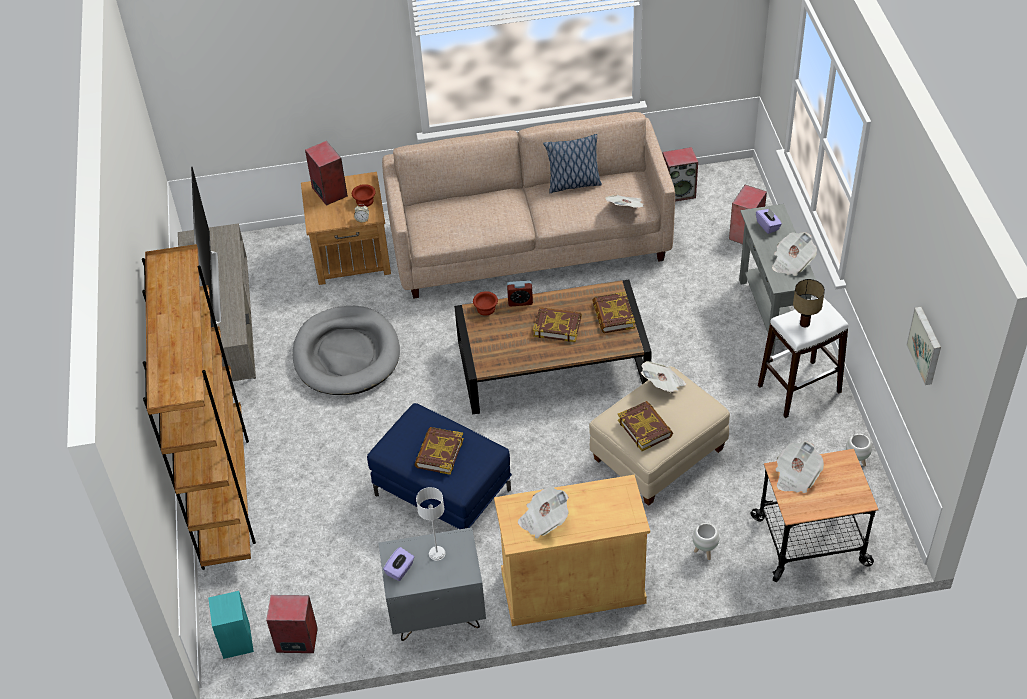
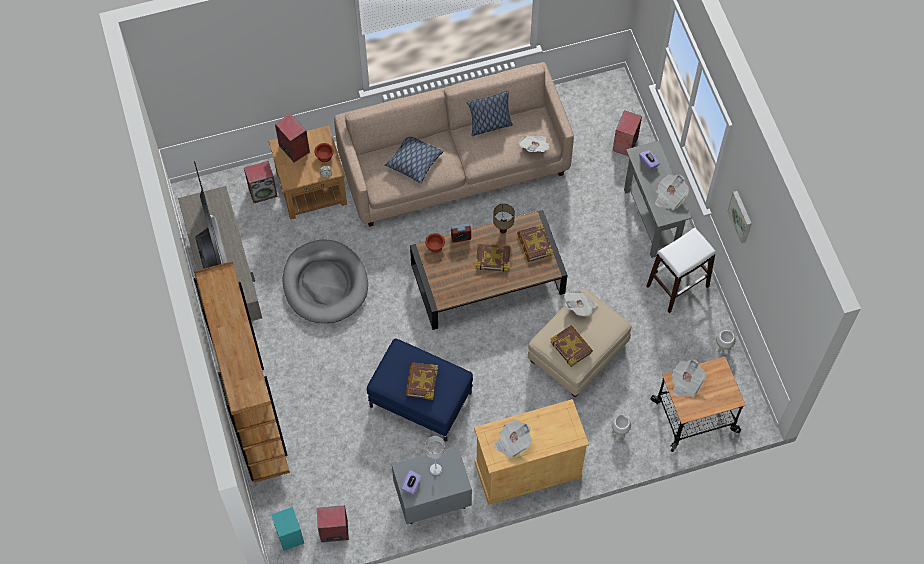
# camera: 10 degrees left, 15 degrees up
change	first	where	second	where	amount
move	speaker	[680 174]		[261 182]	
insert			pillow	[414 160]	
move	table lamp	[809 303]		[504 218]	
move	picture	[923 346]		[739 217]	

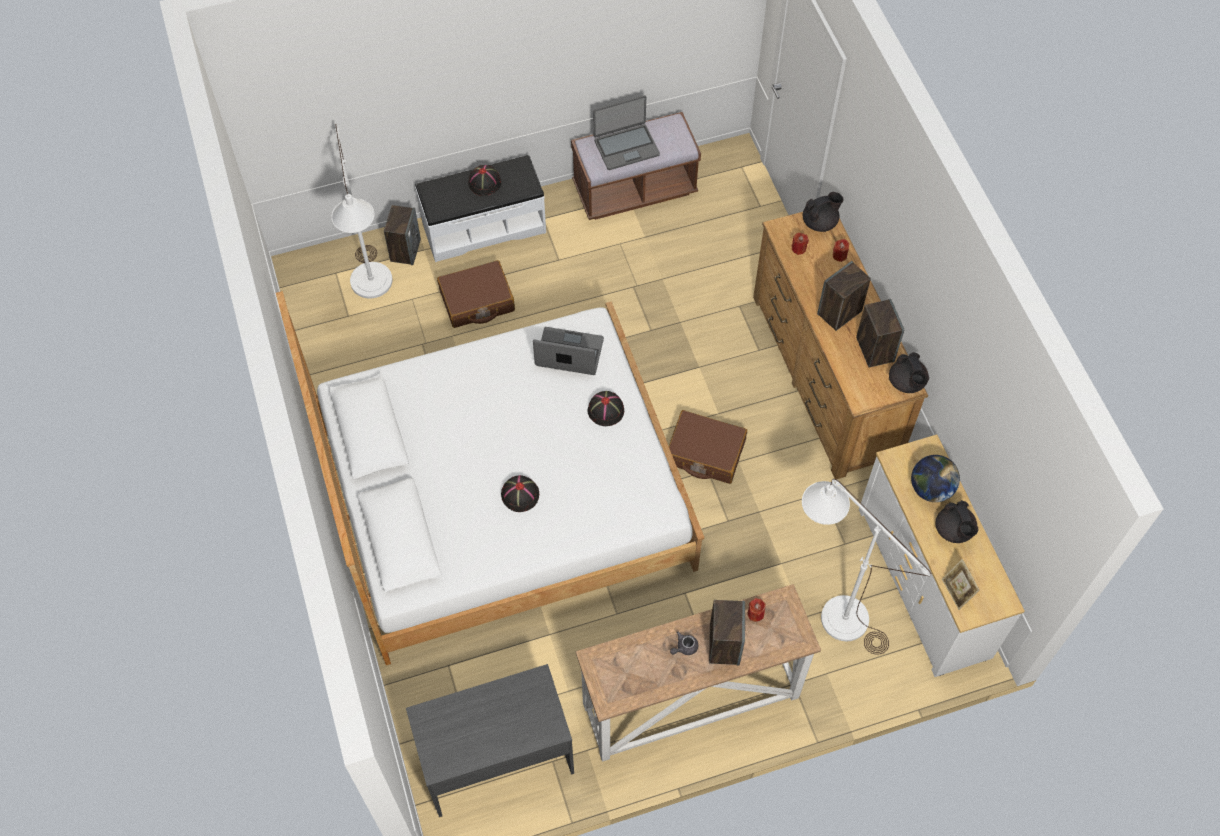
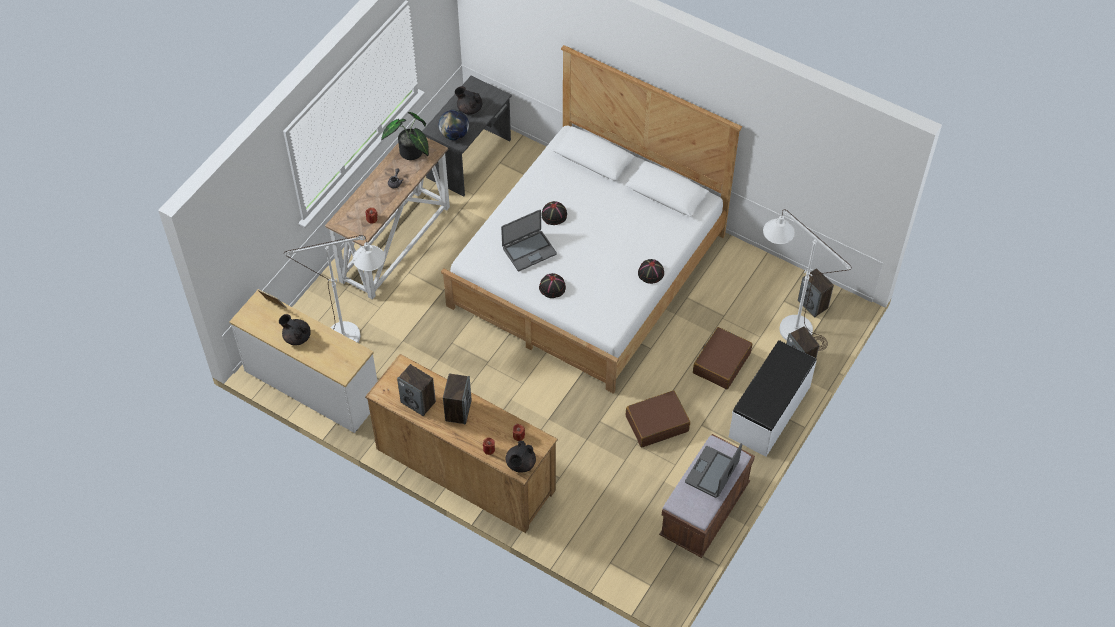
# camera: 140 degrees right, 5 degrees down
change	first	where	second	where	amount
insert			plant in a pot	[405 136]	
move	world globe	[935 478]		[454 125]	
move	black teapot	[909 372]		[468 100]	
move	laptop	[568 351]		[529 240]	
move	brown-coloured suitcase	[708 447]		[658 418]	
move	black wearable hat	[484 180]		[651 271]	
move	speaker	[727 632]		[816 292]	

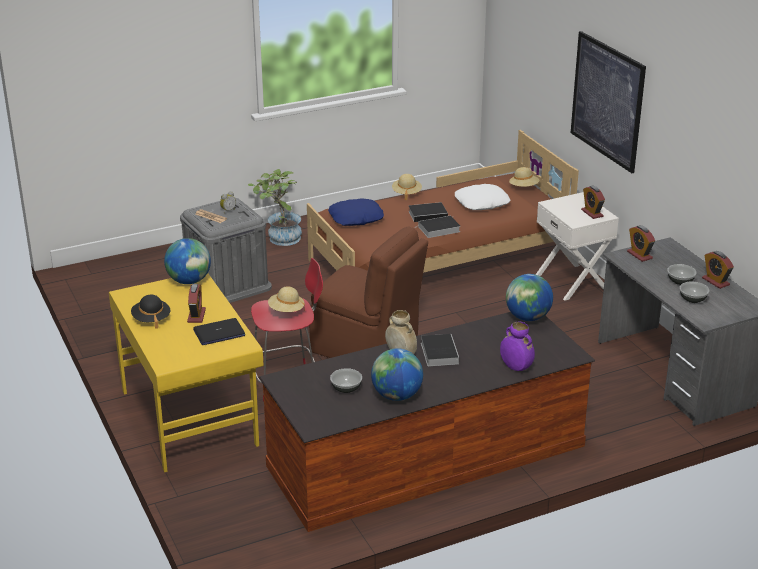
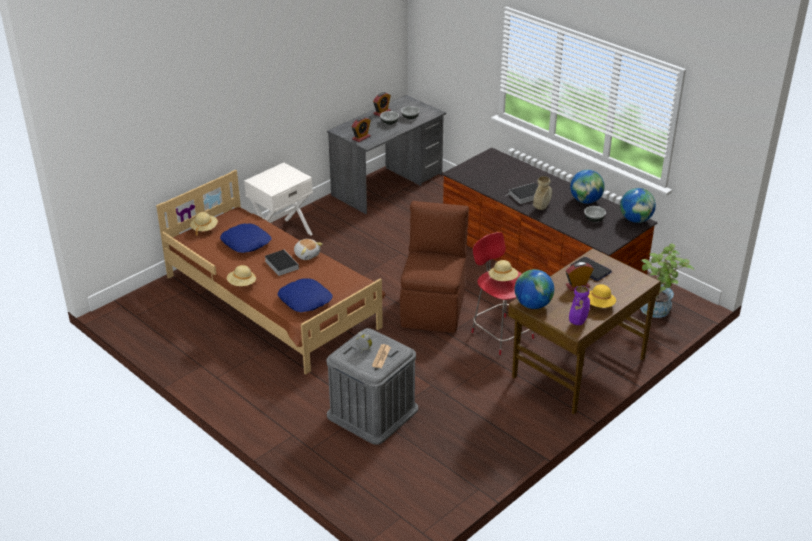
# camera: 110 degrees left, 5 degrees up
change	first	where	second	where	amount
recolor	white pillow	[482 197]	blue-coloured pillow	[245 238]	
replace	bound book	[437 227]	cuddly toy	[308 249]	
recolor	yellow-coloured desk	[186 373]	brown-coloured desk	[584 331]	
move	purple-coloured decorative vase	[517 346]		[579 305]	
recolor	black wearable hat	[150 311]	yellow-coloured wearable hat	[602 296]	
move	world globe	[529 297]		[638 205]	
move	plant in a pot	[275 207]		[667 280]	
delete	picture	[608 102]			
delete	table clock	[593 202]			

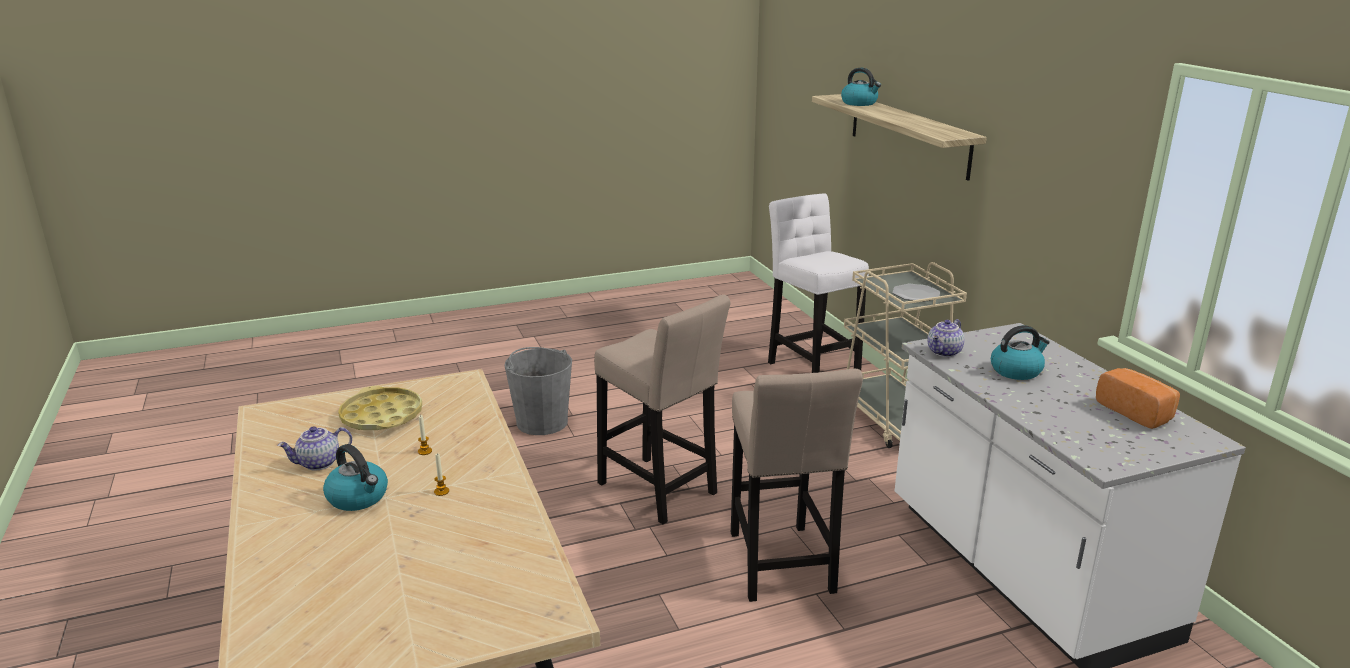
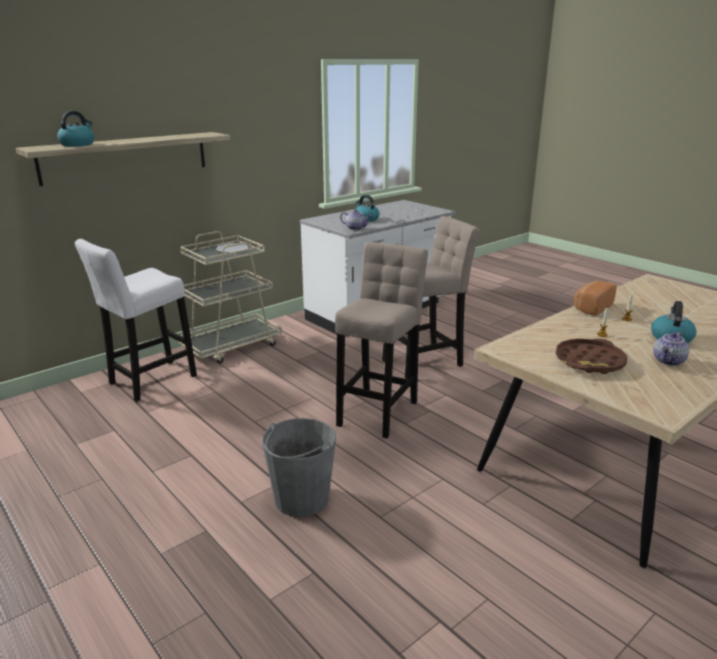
# camera: 110 degrees left, 0 degrees up
change	first	where	second	where	amount
recolor	yellow-coloured serving tray	[380 408]	brown-coloured serving tray	[591 356]	
move	bakery bread	[1138 398]		[595 298]	
rotate	teapot	[314 448]		[671 349]	90 degrees clockwise

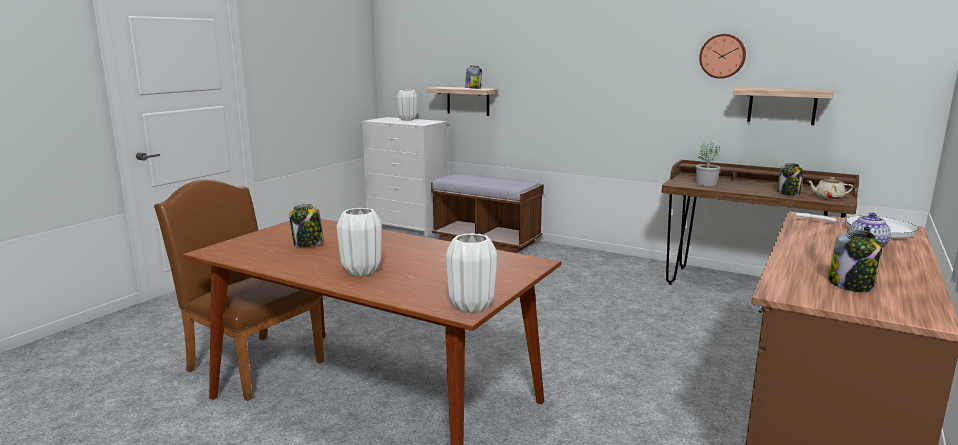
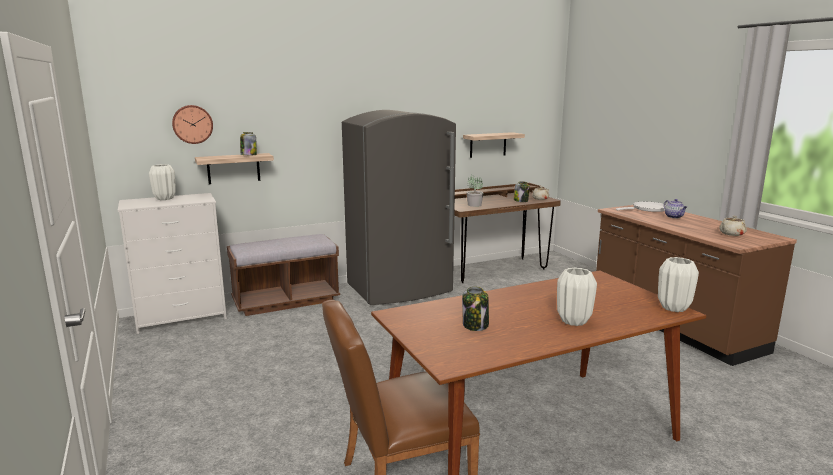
# camera: 55 degrees left, 0 degrees up
change	first	where	second	where	amount
move	wall clock	[722 56]		[192 124]	
insert			greyish kitchen fridge	[399 207]	
replace	jar	[855 261]	beige teapot	[733 226]	

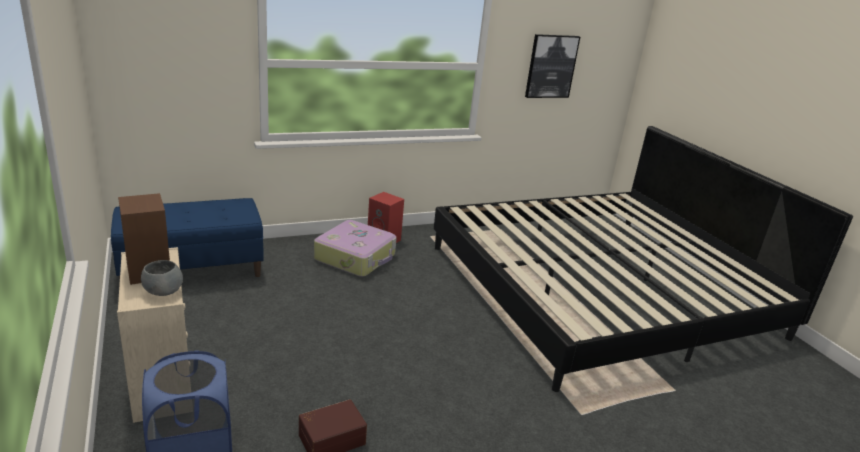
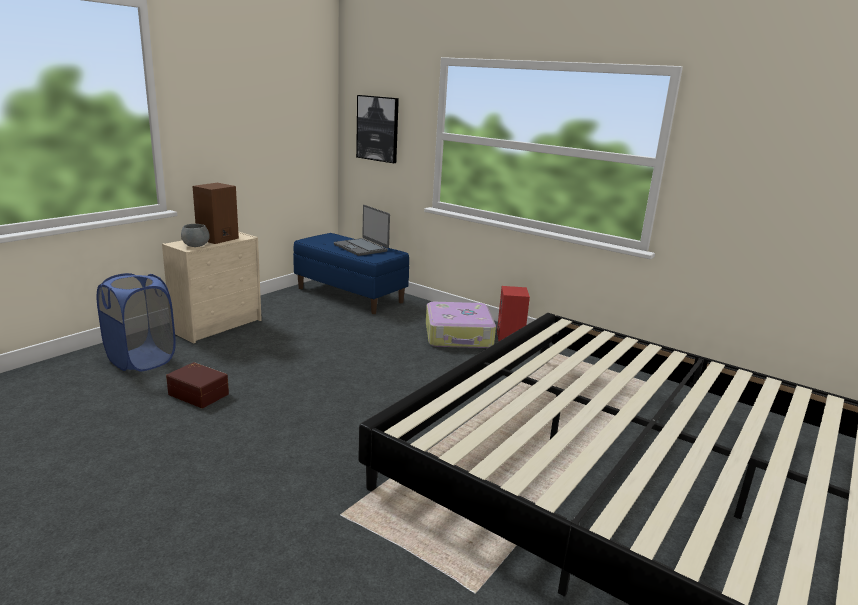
# camera: 60 degrees right, 5 degrees down
change	first	where	second	where	amount
insert			laptop	[362 230]	
move	picture	[552 66]		[377 129]	

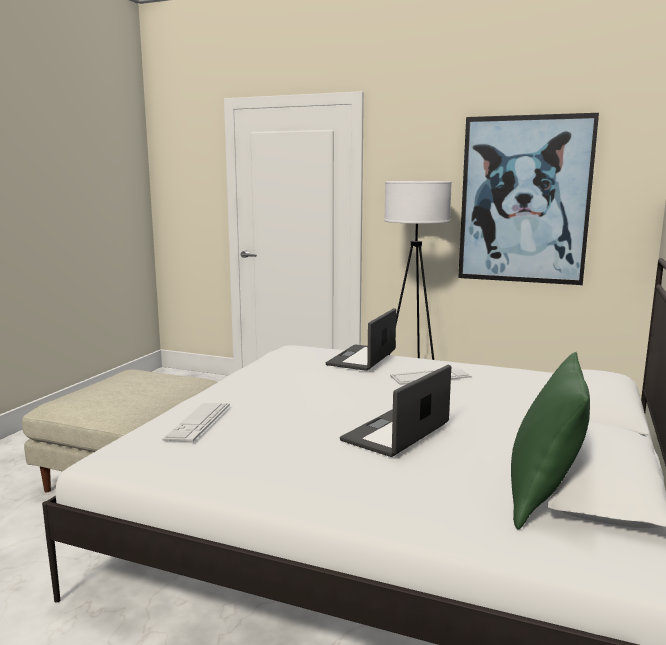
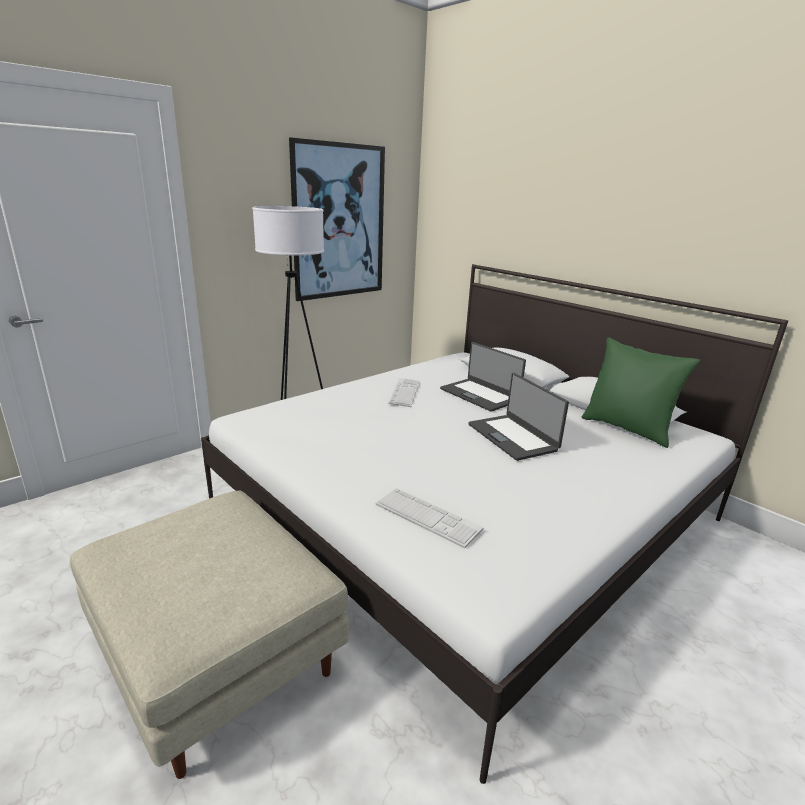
# camera: 65 degrees left, 10 degrees up
change	first	where	second	where	amount
move	laptop	[361 339]		[483 377]	

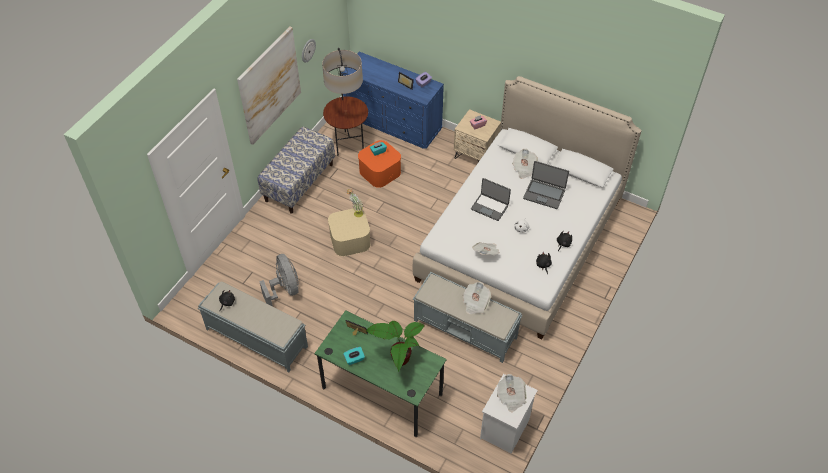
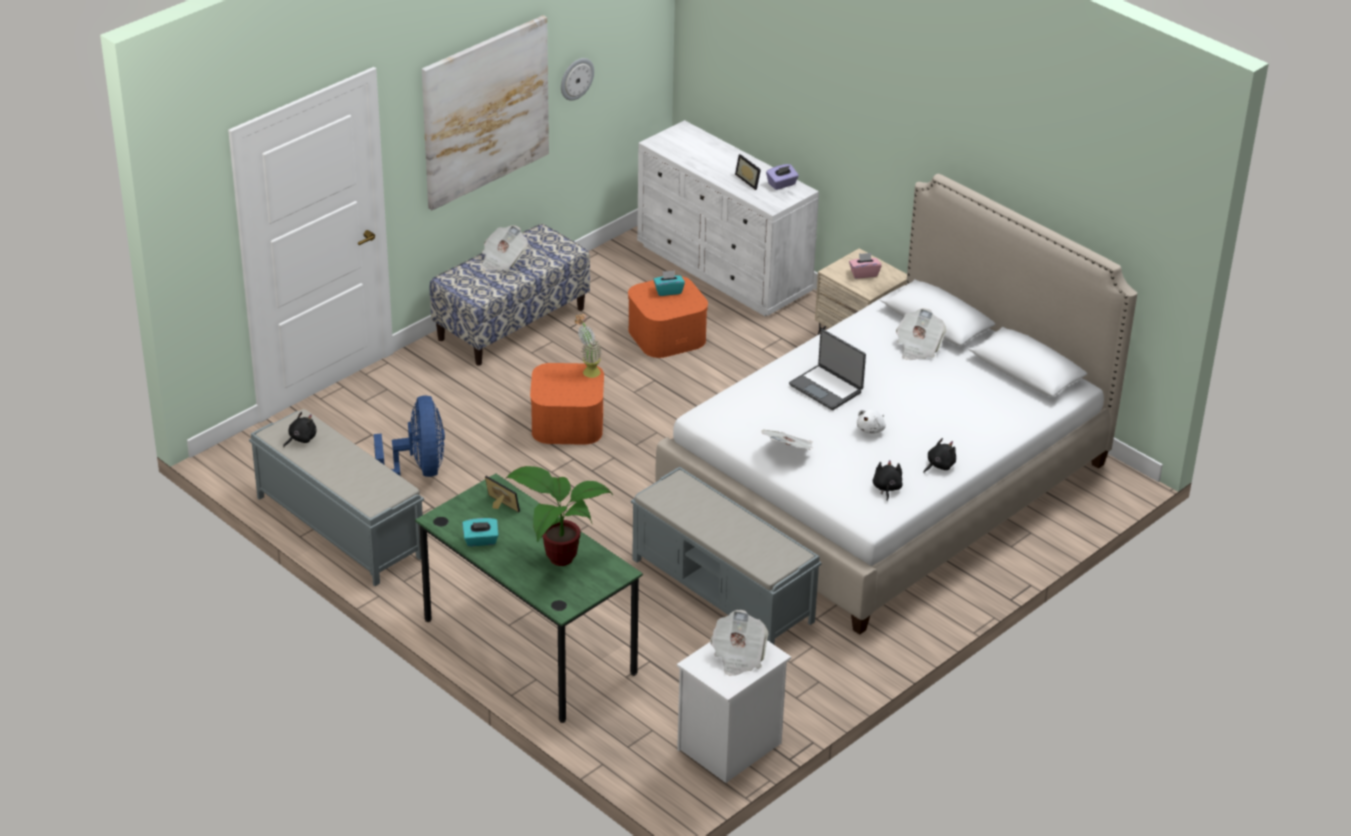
# camera: 15 degrees right, 15 degrees down
change	first	where	second	where	amount
recolor	greyish cooling fan	[279 280]	blue-coloured cooling fan	[409 436]	
move	daily paper	[477 298]		[504 248]	
recolor	beige storage container	[349 232]	orange-coloured storage container	[567 404]	
recolor	blue-coloured drawer chest	[392 100]	white drawer chest	[728 218]	
delete	standard lamp	[345 102]			
delete	laptop	[546 185]			

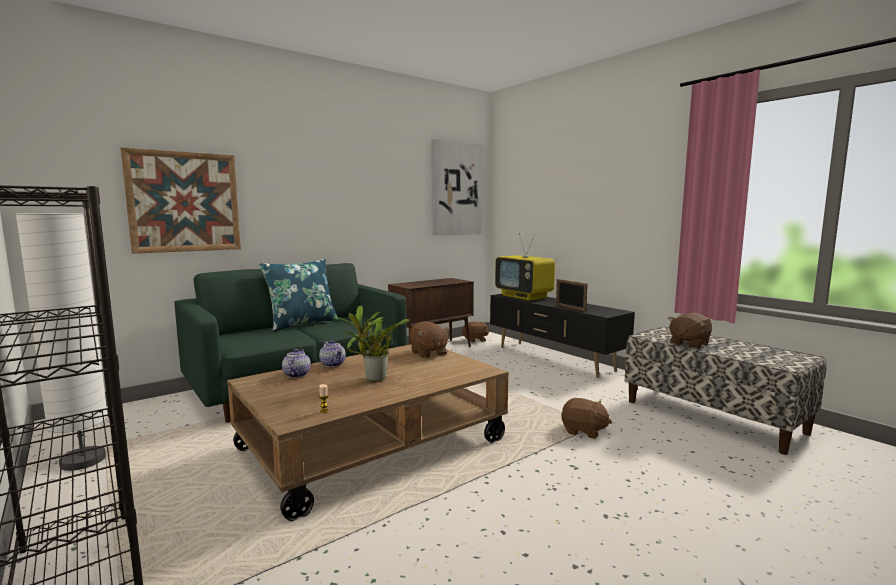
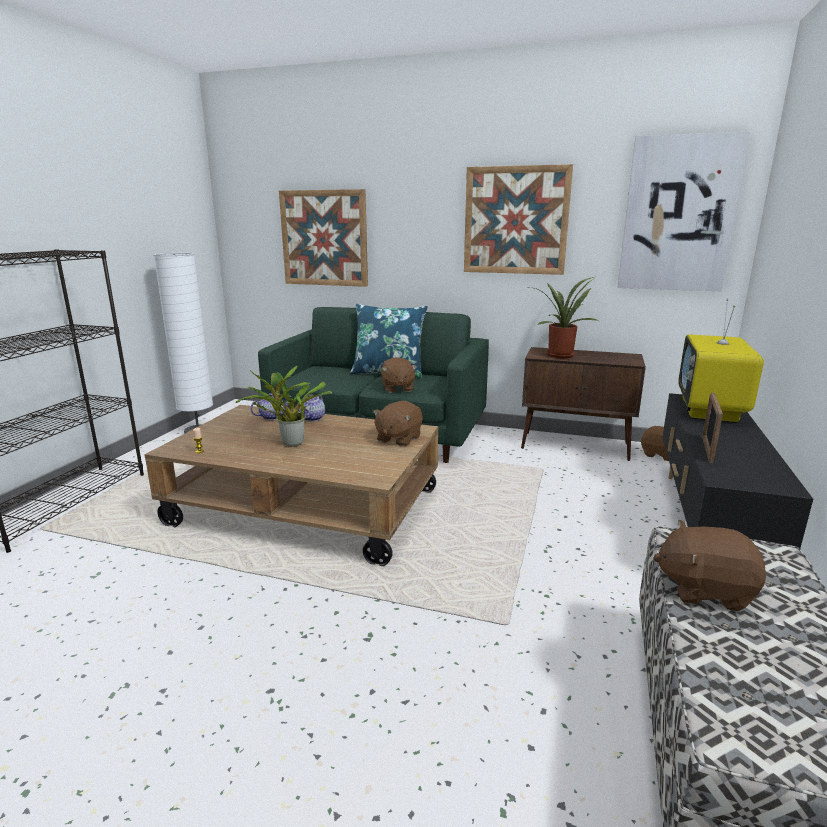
# camera: 55 degrees right, 10 degrees up
change	first	where	second	where	amount
move	brown-coloured cuddly toy	[586 418]		[399 375]	
insert			picture	[518 219]	
insert			plant in a pot	[563 317]	

